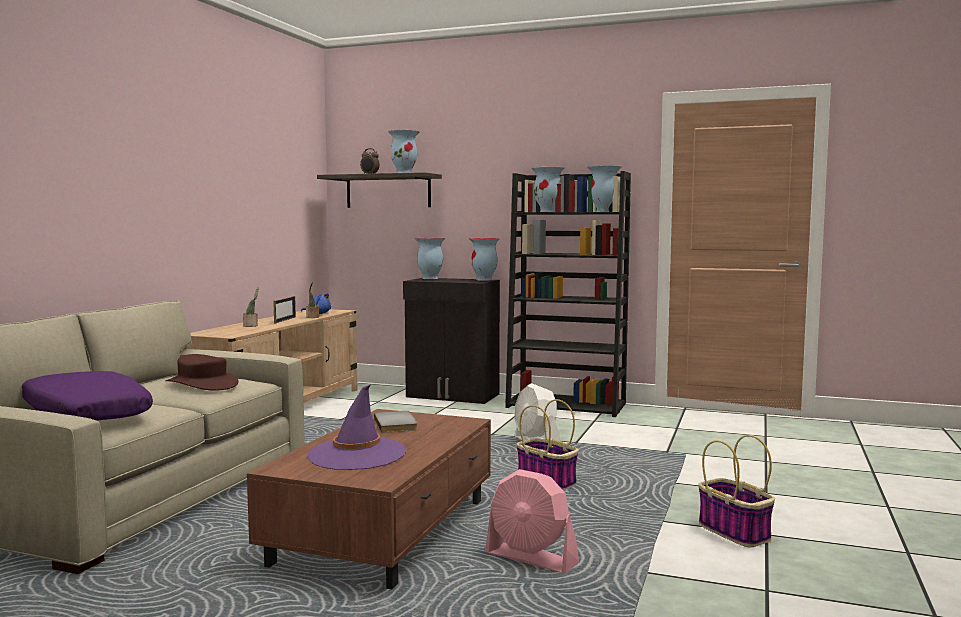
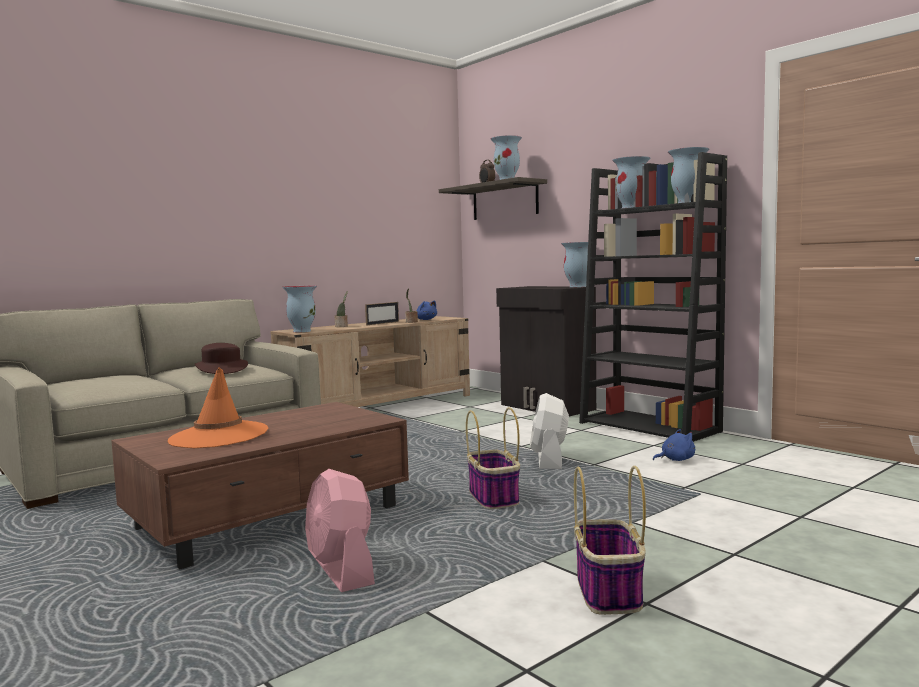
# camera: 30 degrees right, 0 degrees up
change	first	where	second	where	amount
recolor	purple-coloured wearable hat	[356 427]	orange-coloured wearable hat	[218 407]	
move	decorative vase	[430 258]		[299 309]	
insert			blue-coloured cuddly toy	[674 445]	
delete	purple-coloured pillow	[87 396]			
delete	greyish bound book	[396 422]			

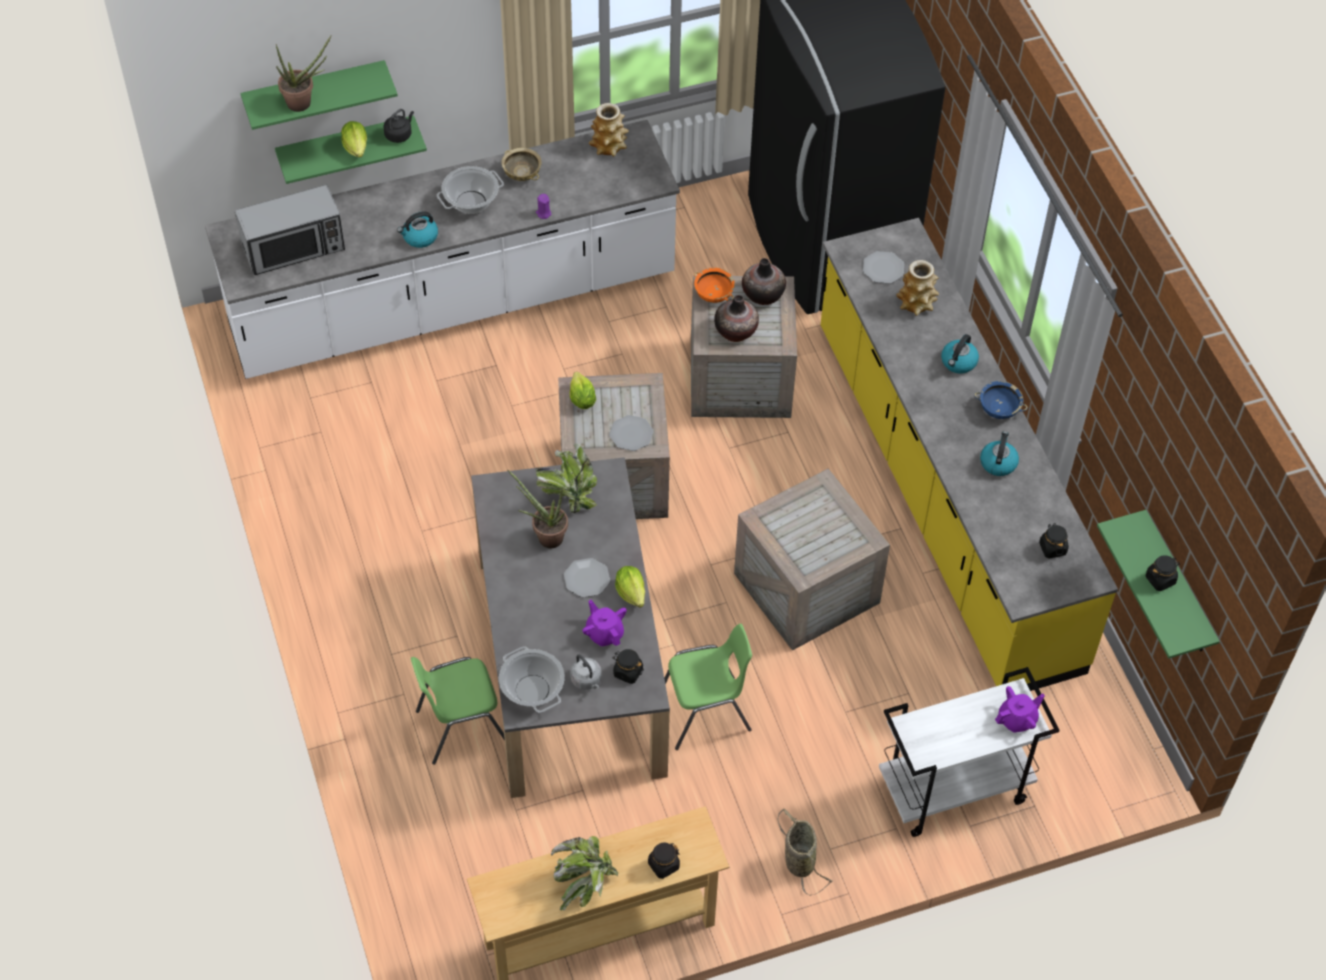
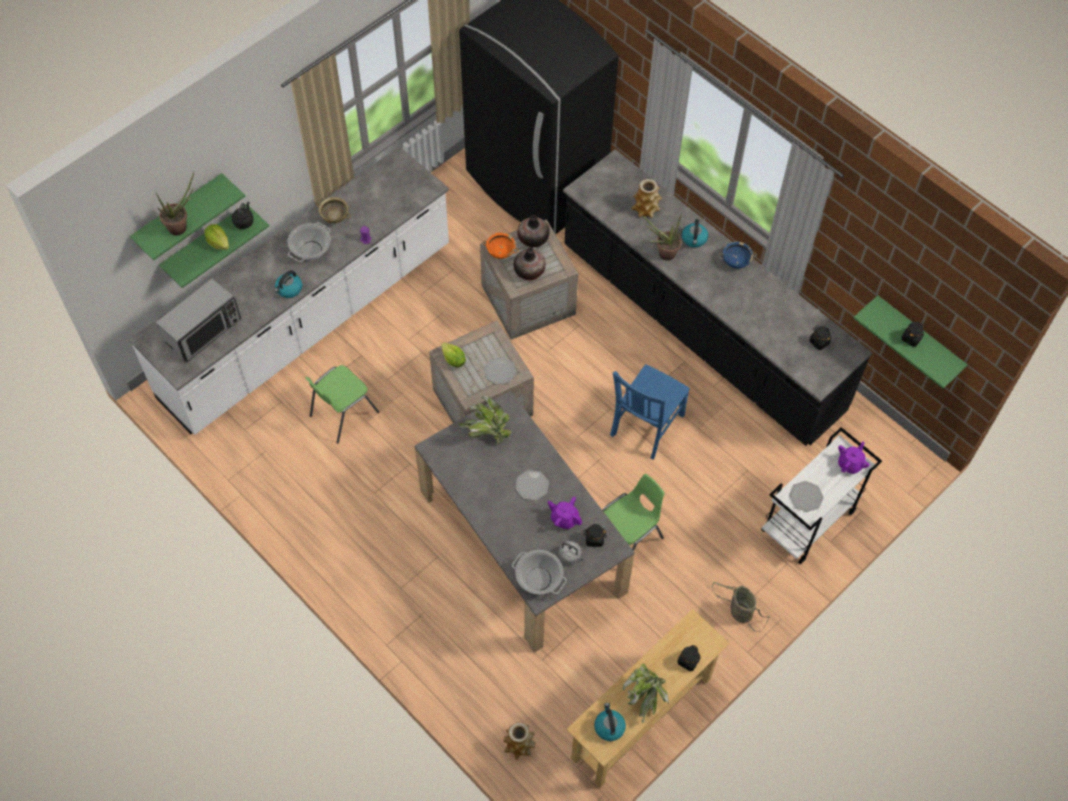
# camera: 25 degrees left, 5 degrees up
change	first	where	second	where	amount
move	greenish chair	[458 711]		[342 404]	
move	decorative vase	[609 130]		[519 741]	
recolor	yellow-coloured kitchen counter	[969 454]	black kitchen counter	[717 297]	
move	kettle	[999 453]		[610 722]	
replace	packing crate	[812 560]	blue-coloured chair	[650 412]	
move	plant in a pot	[537 509]		[662 237]	
move	flat dish	[883 267]		[806 496]	
delete	lettuce head	[630 587]			

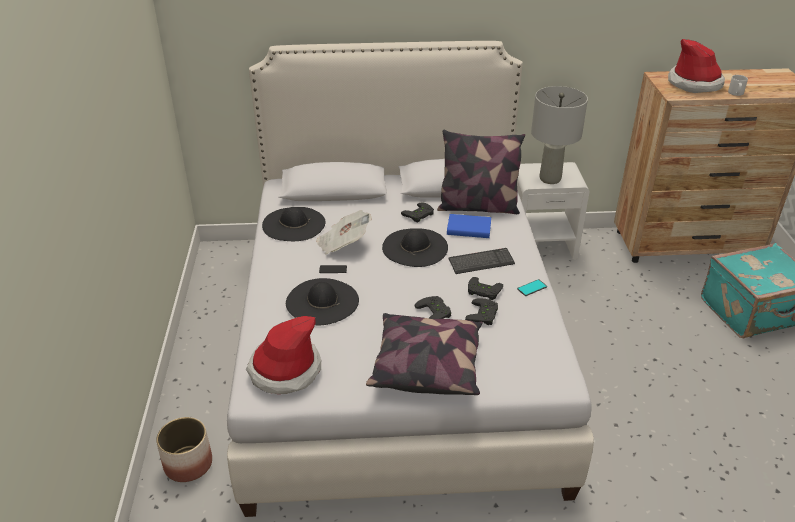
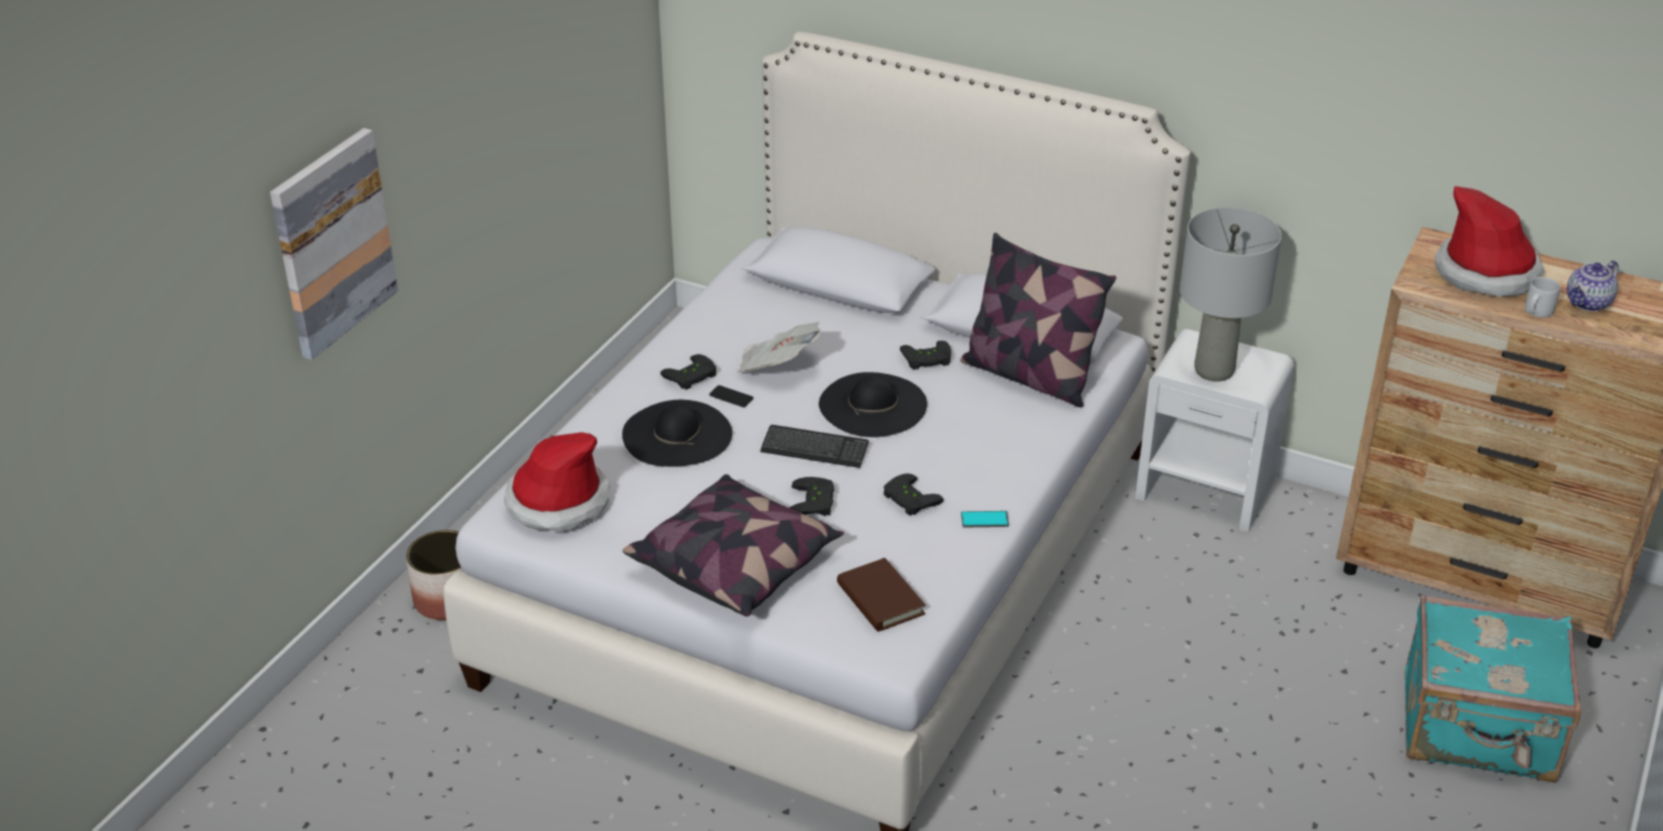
# camera: 30 degrees right, 0 degrees up
change	first	where	second	where	amount
insert			picture	[334 244]	
move	black joypad	[481 311]		[688 372]	
move	computer keyboard	[482 261]		[814 446]	
insert			brown-coloured bound book	[881 595]	
insert			teapot	[1593 285]	
delete	black wearable hat	[293 224]			
delete	blue-coloured bound book	[469 226]			

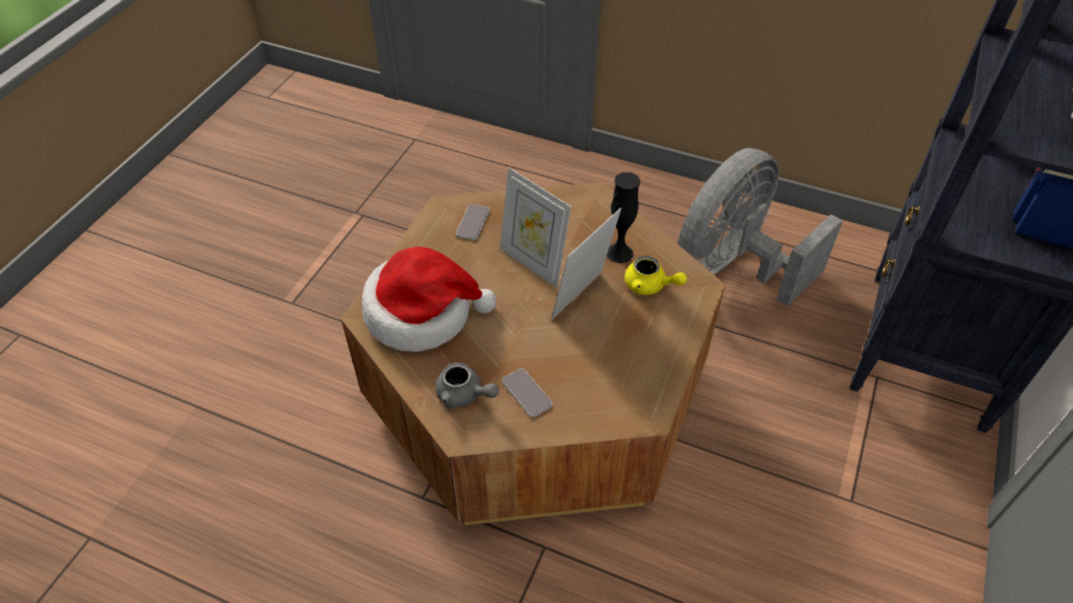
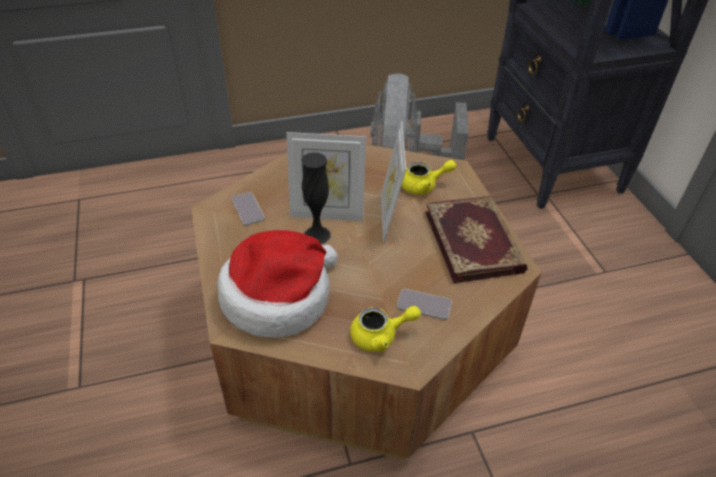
# camera: 40 degrees left, 5 degrees down
change	first	where	second	where	amount
move	black decorative vase	[624 218]		[315 198]	
recolor	greyish teapot	[467 385]	yellow-coloured teapot	[385 329]	
insert			bound book	[476 239]	

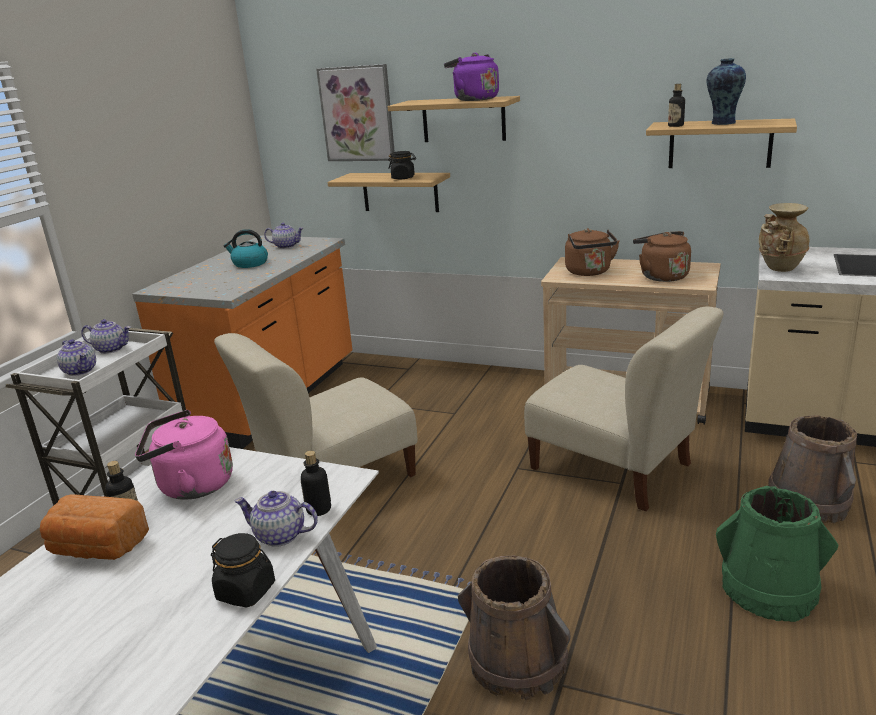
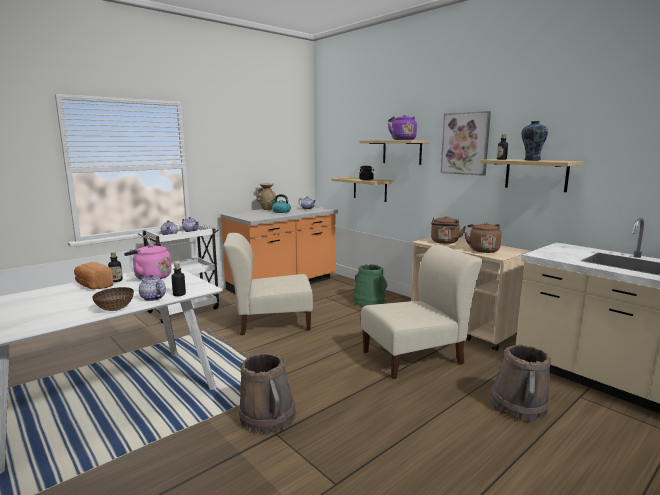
# camera: 25 degrees right, 10 degrees down
change	first	where	second	where	amount
replace	black jar	[243 570]	deep dish	[113 299]	
move	beige decorative vase	[784 237]		[266 196]	
move	greenish bucket	[777 554]		[370 285]	
rotate	beige chair	[623 408]		[421 312]	90 degrees counterclockwise
move	picture	[355 112]		[465 143]	

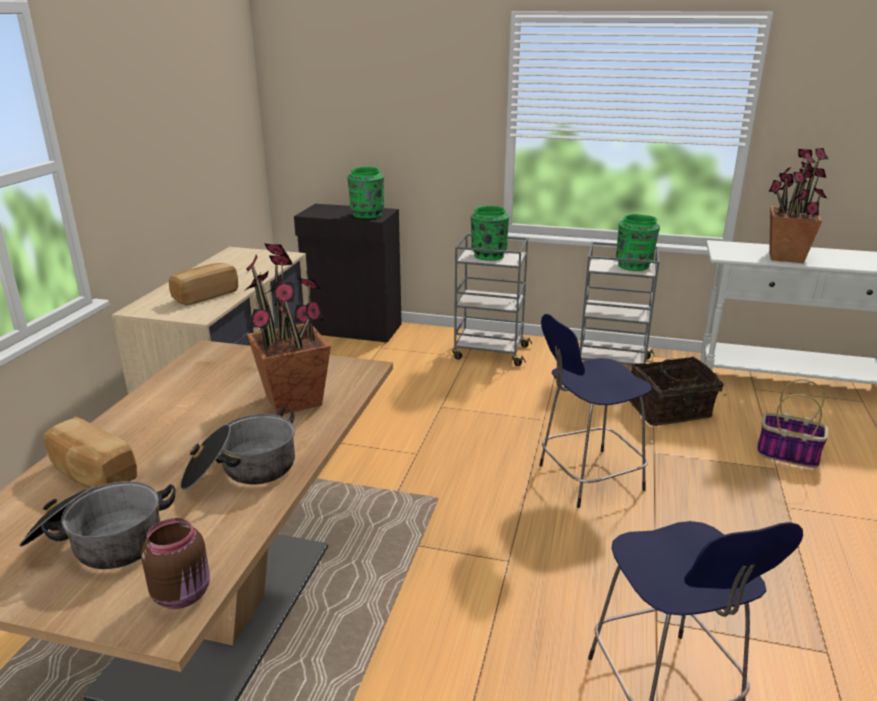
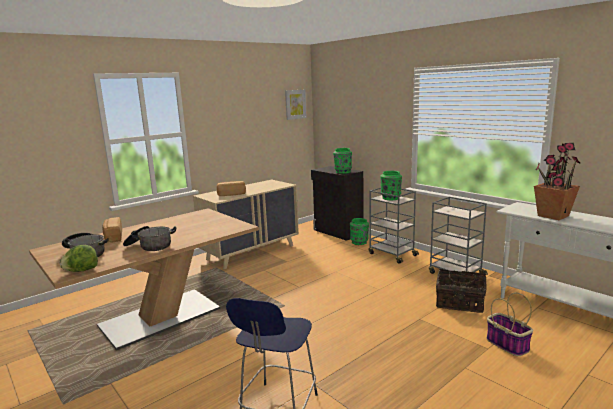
# camera: 35 degrees right, 10 degrees down
change	first	where	second	where	amount
replace	brown-coloured jar	[175 563]	lettuce head	[79 258]	
insert			picture	[295 105]	
move	greenish decorative vase	[638 242]		[359 231]	
delete	plant in a pot	[287 328]			
delete	blue-coloured stool seat	[595 411]			

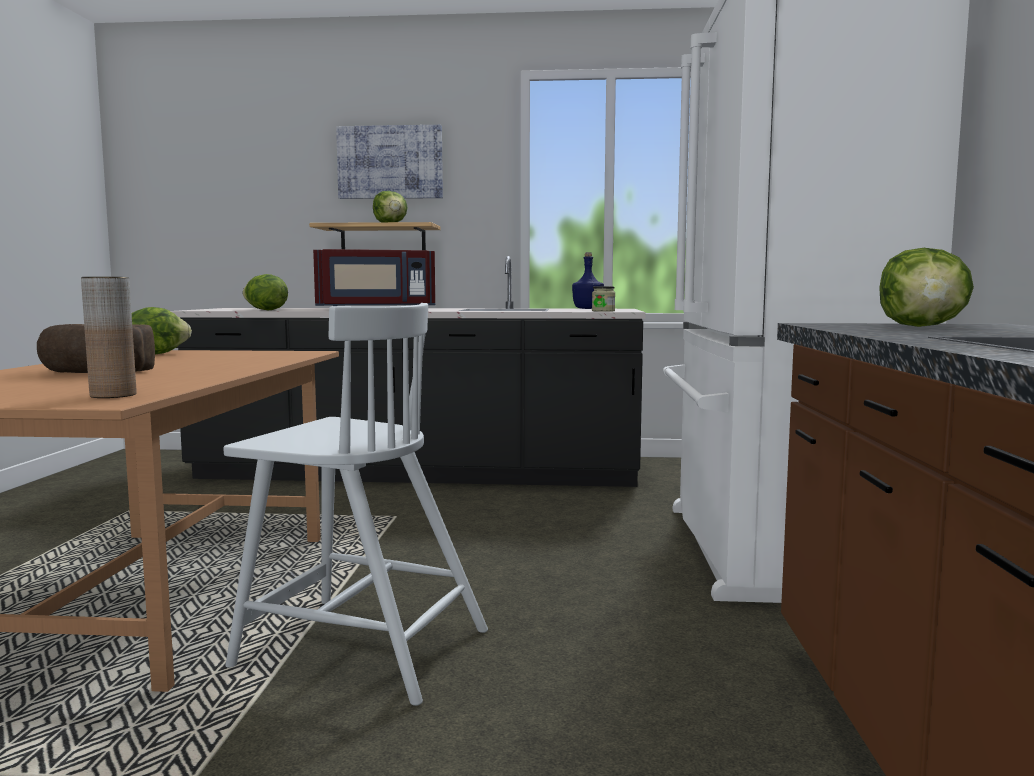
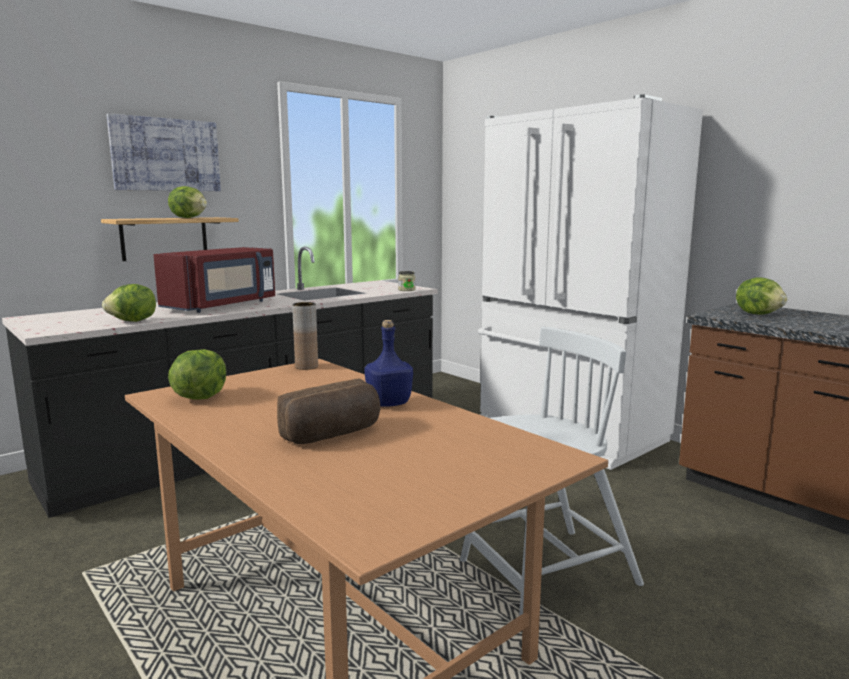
# camera: 45 degrees left, 5 degrees up
change	first	where	second	where	amount
move	brown-coloured decorative vase	[108 337]		[305 336]	
move	blue-coloured drink bottle	[588 280]		[389 363]	

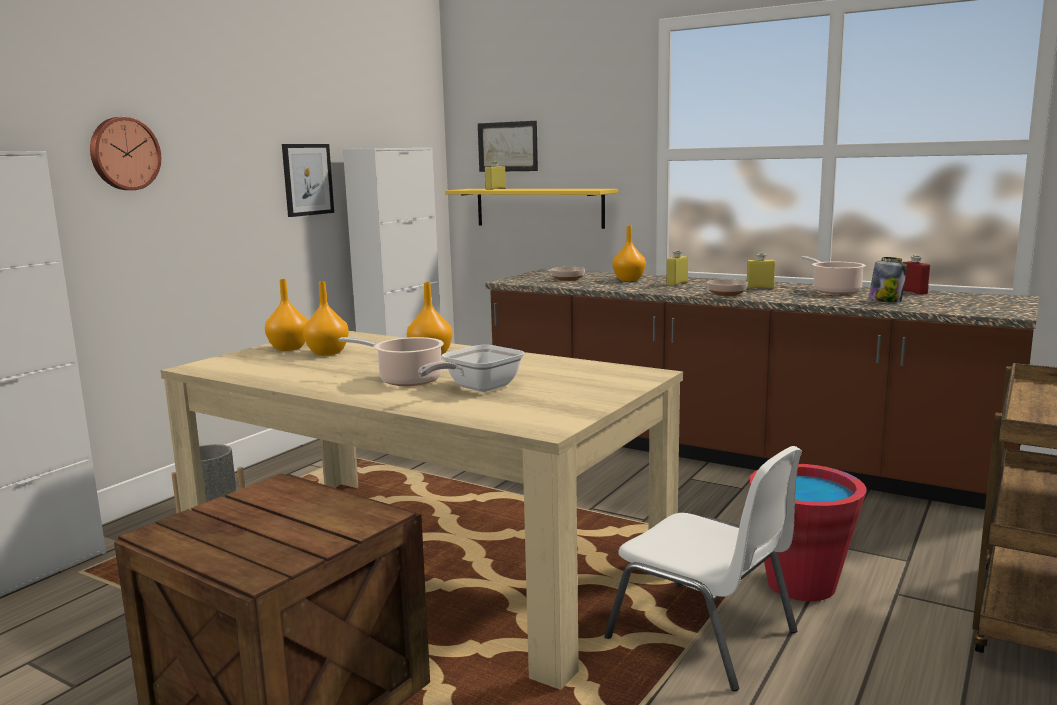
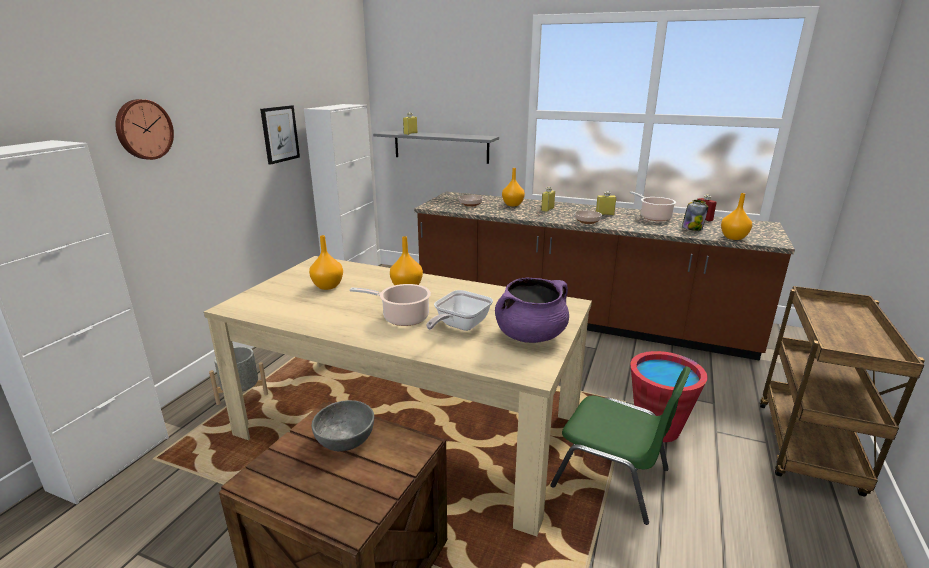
# camera: 10 degrees left, 10 degrees up
change	first	where	second	where	amount
insert			greyish deep dish	[342 425]	
recolor	yellow-coloured wall shelf	[531 209]	greyish wall shelf	[436 147]	
insert			purple-coloured saucepot	[532 310]	
recolor	white chair	[703 568]	greenish chair	[620 445]	
move	orange-coloured decorative vase	[286 315]		[736 216]	
delete	picture	[508 146]			

